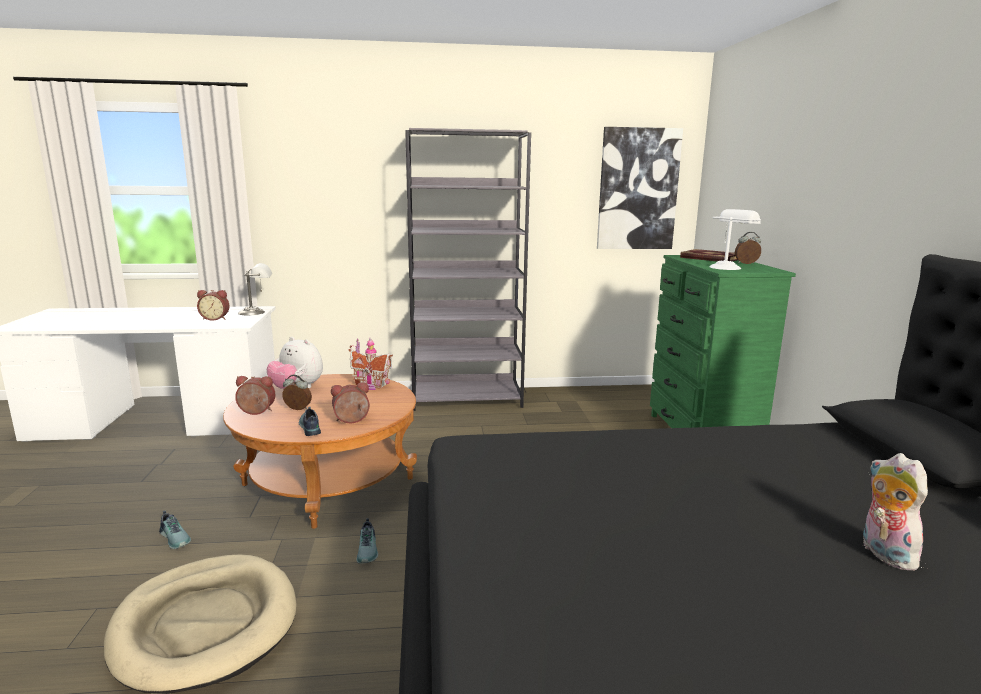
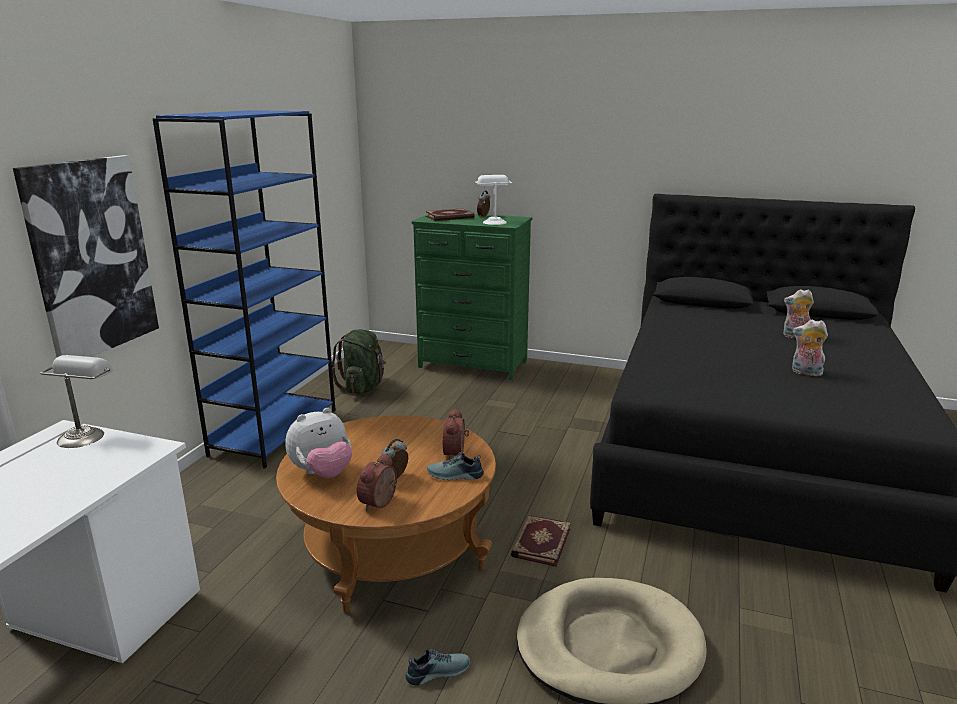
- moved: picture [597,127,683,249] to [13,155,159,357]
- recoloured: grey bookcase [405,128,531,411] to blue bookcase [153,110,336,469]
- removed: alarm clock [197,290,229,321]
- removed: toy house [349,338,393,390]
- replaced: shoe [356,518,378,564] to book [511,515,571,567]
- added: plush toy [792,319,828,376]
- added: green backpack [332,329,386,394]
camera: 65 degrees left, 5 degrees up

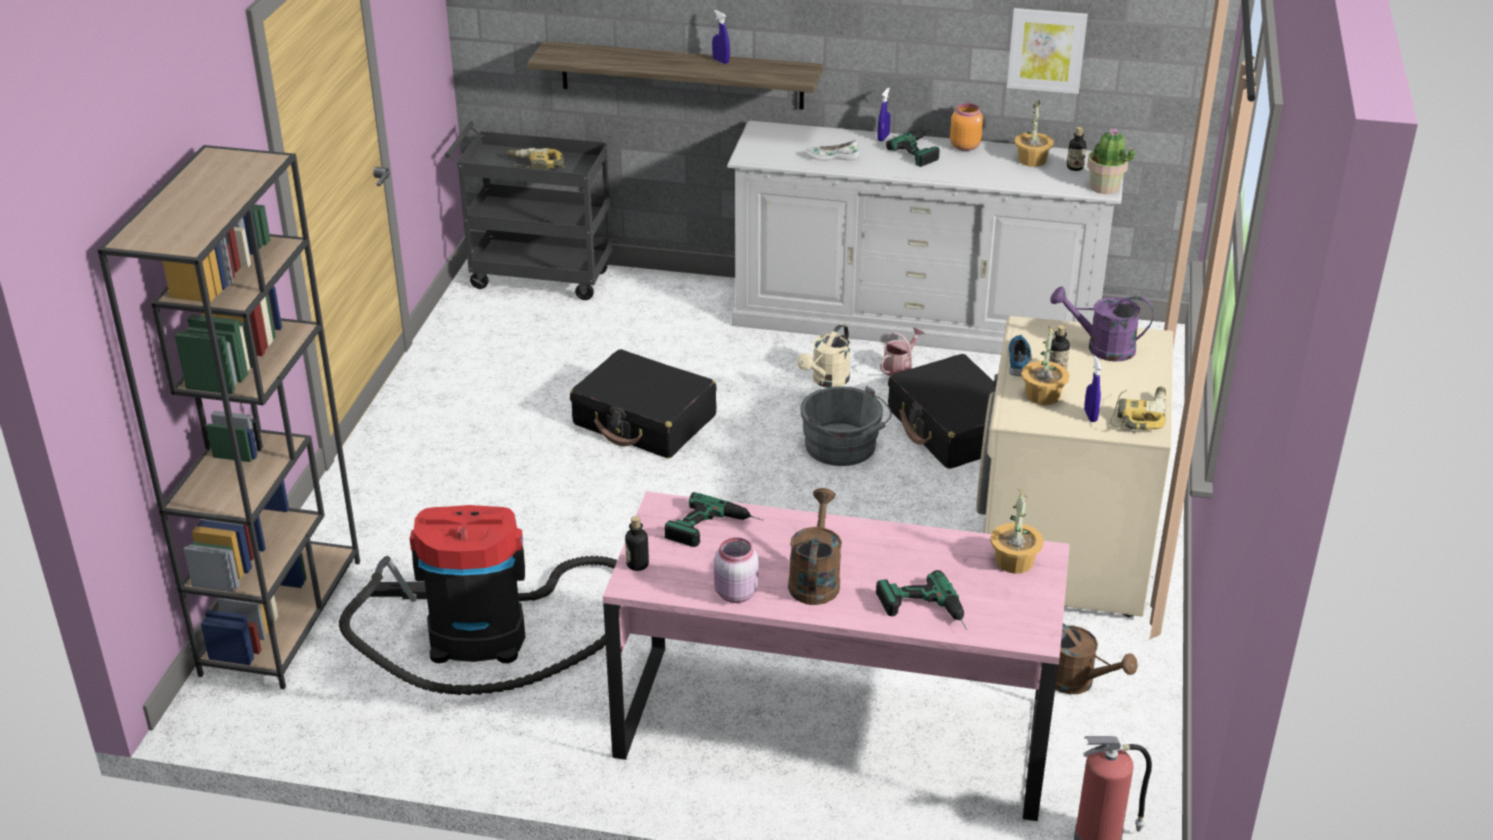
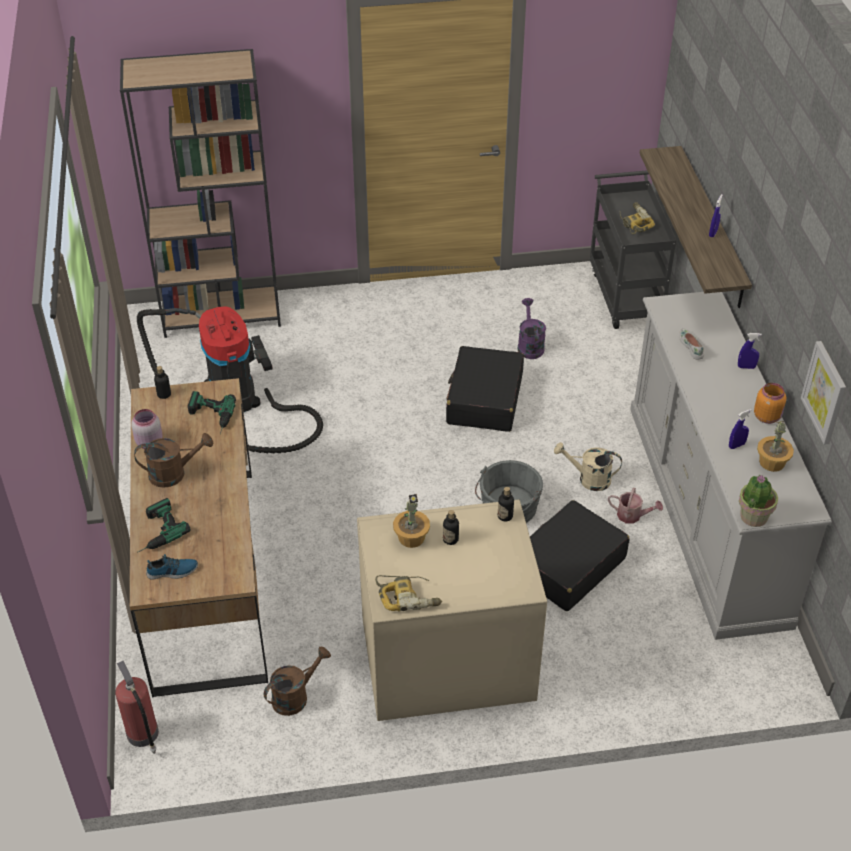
- moved: bottle [1067,127,1087,171] to [498,487,514,521]
- removed: power drill [886,129,940,167]
- moved: purple watering can [1050,286,1154,362] to [518,298,546,359]
- moved: shoe [1007,335,1032,376] to [146,554,198,580]
- moved: blue spray bottle [1084,356,1102,422] to [729,409,752,449]
- removed: potted plant [990,488,1044,574]
- recoloured: pink desk [603,491,1070,821] to brown desk [130,378,268,698]
- turned: brown watering can [1055,623,1138,694] = [264,646,331,716] 150 degrees counterclockwise
camera: 70 degrees right, 10 degrees up

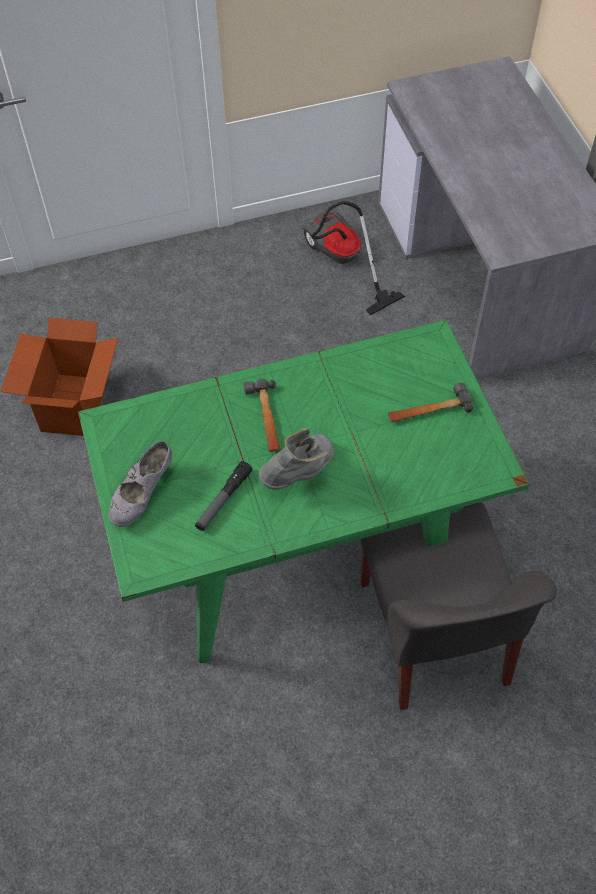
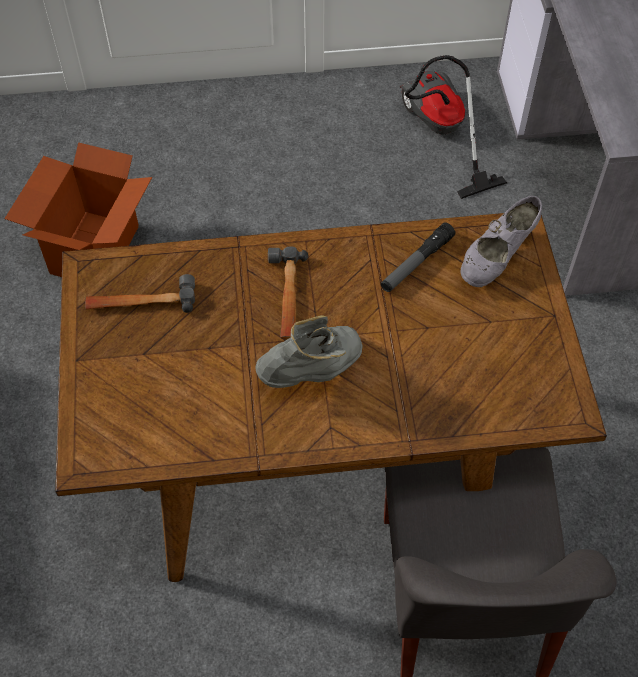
- recoloured: green dining table [78,320,530,663] to brown dining table [56,213,607,582]
- moved: hammer [388,383,473,422] to [85,274,195,313]
- moved: grey shoe [108,441,172,527] to [460,196,542,287]
- moved: flashlight [195,461,252,531] to [381,222,455,292]
camera: 10 degrees right, 0 degrees up

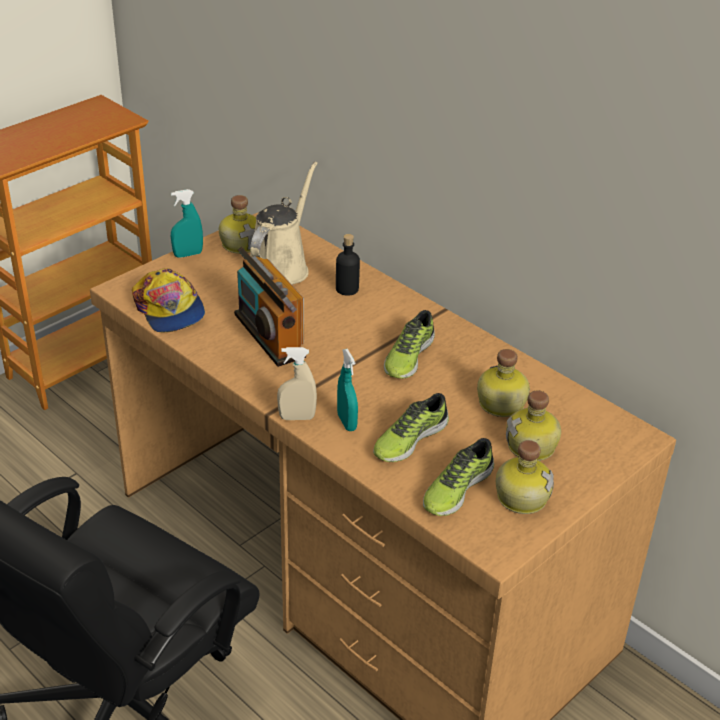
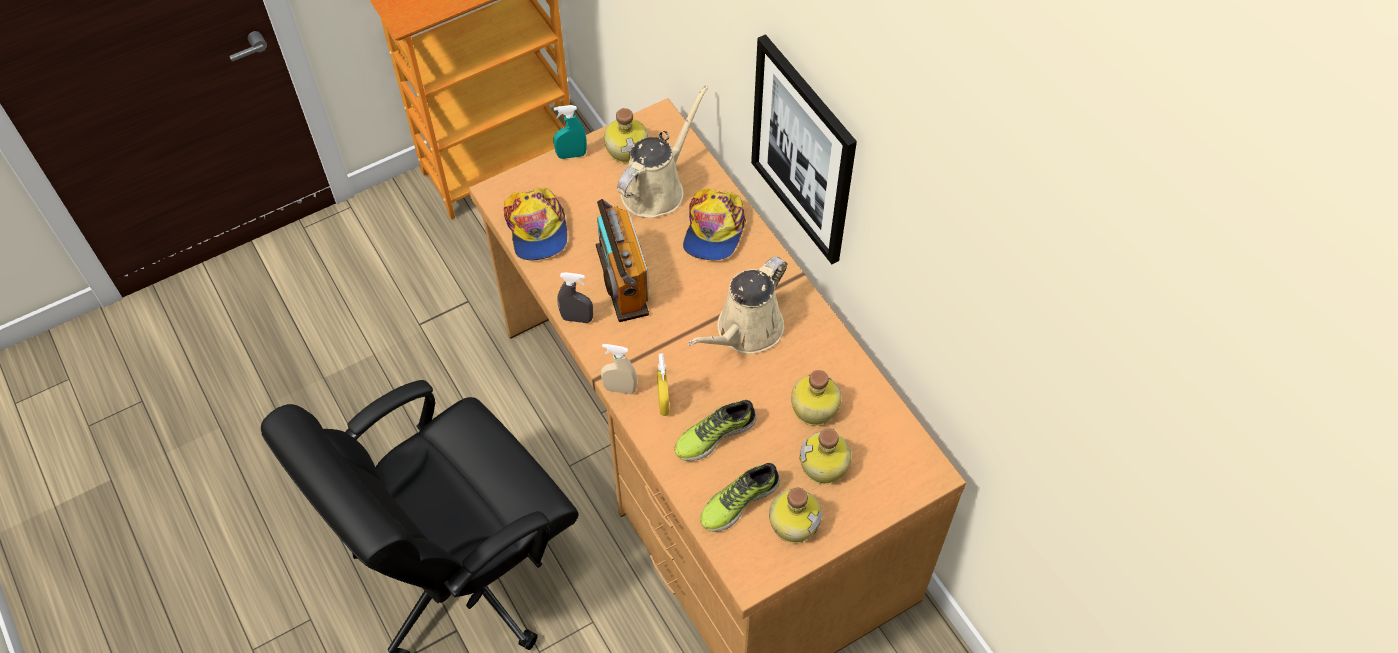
- replaced: black bottle [336,234,360,296] to cap [683,188,746,260]
- replaced: shoe [384,310,435,379] to beige watering can [688,256,787,354]
- recoloured: turquoise spray bottle [337,349,358,431] to yellow spray bottle [657,353,670,416]
- added: picture [751,34,857,264]
- added: grey spray bottle [557,272,593,323]
camera: 15 degrees right, 20 degrees up

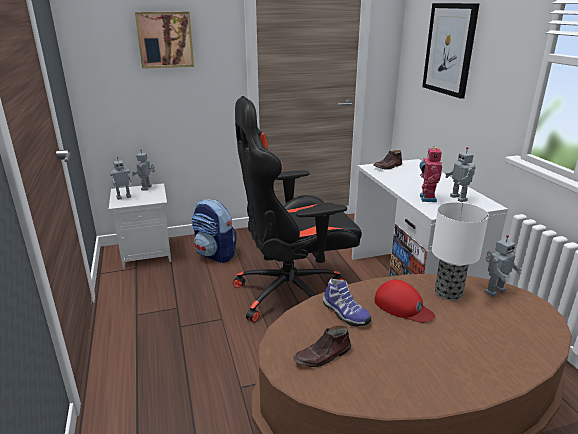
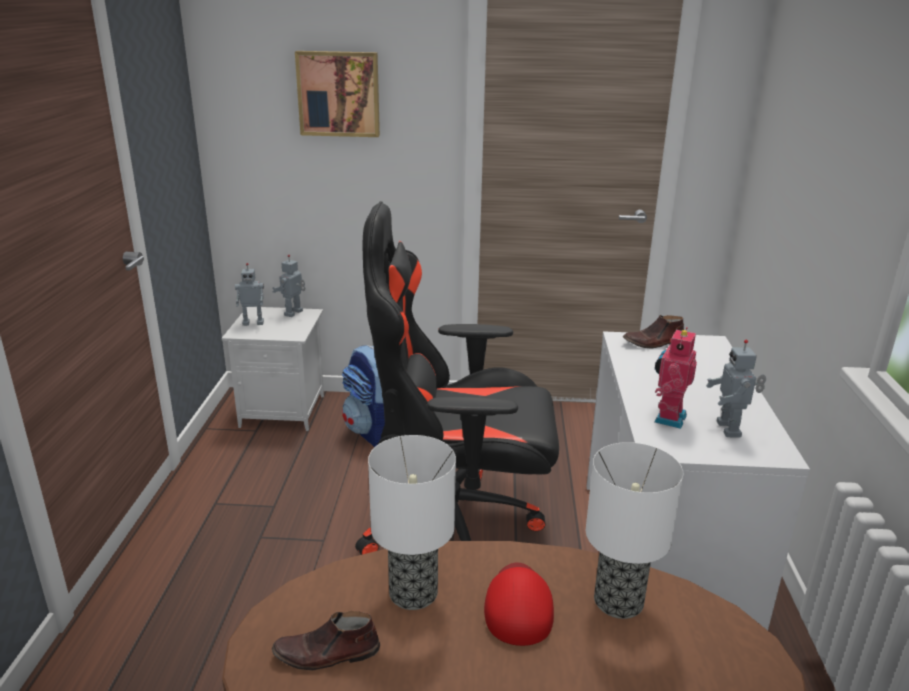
- removed: picture [422,3,480,99]
- removed: toy robot [485,235,522,297]
- replaced: shoe [323,279,371,326] to table lamp [368,435,456,610]
- turned: red cap [374,279,435,323] = [484,563,554,646] 150 degrees counterclockwise
camera: 20 degrees right, 0 degrees up

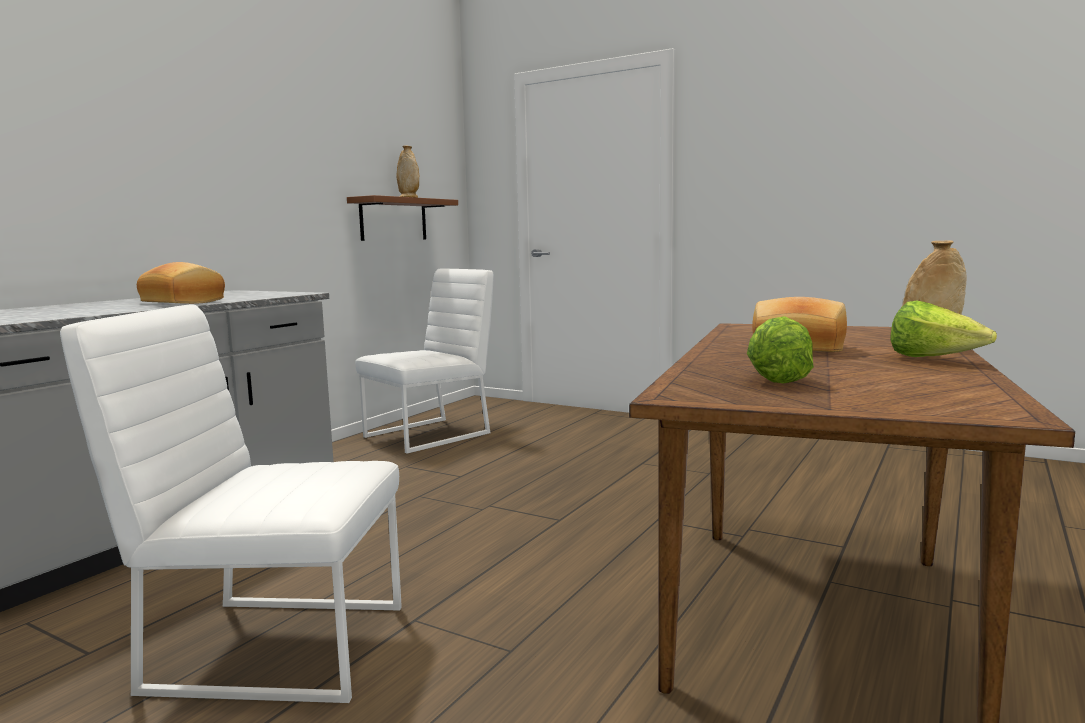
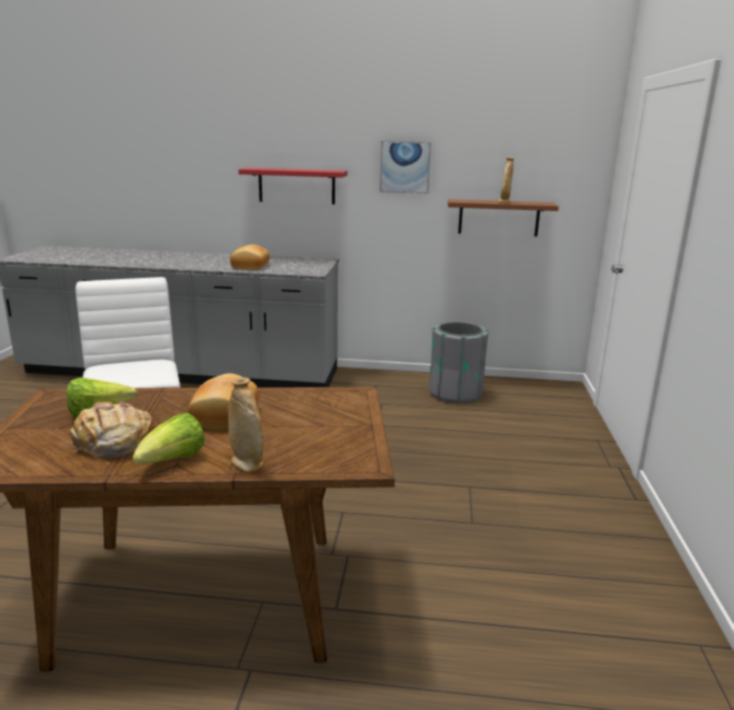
- replaced: white chair [355,268,494,454] to grey trash can [429,322,488,403]
- added: picture [380,141,431,194]
- added: red shelf [238,168,347,204]
- added: bread [70,401,154,458]
camera: 65 degrees right, 10 degrees up

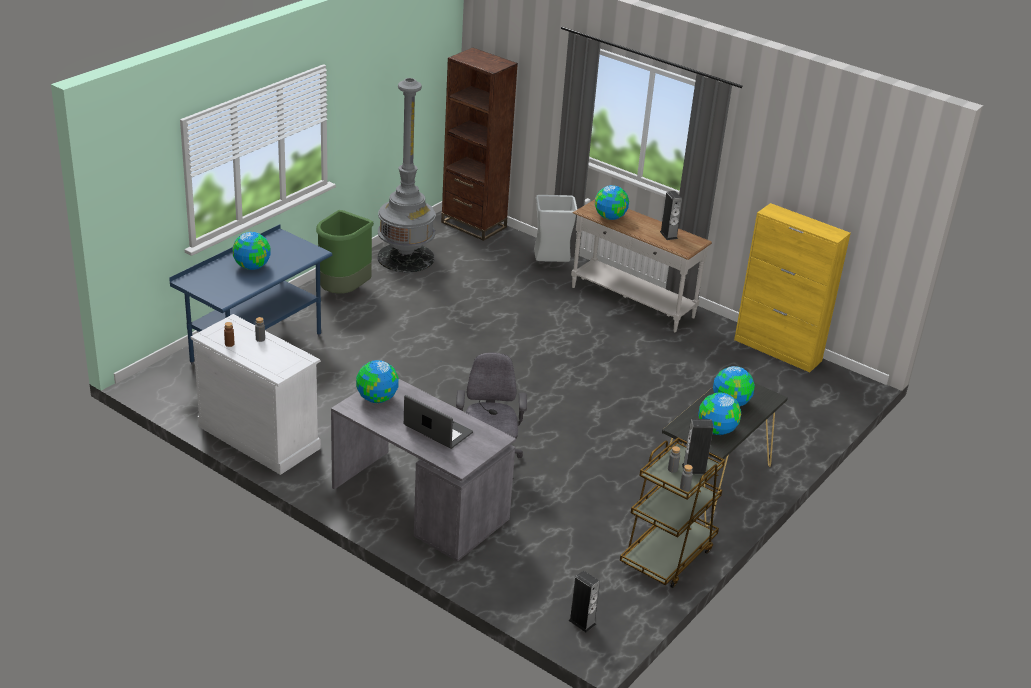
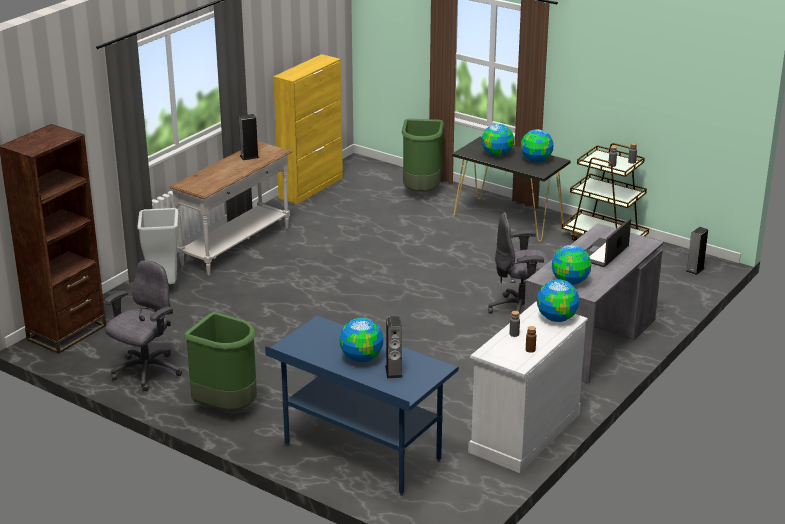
- replaced: grey floor lamp [377,78,436,272] to grey office chair [105,260,182,391]
- moved: globe [595,185,629,220] to [537,279,579,322]
- moved: speaker [682,419,713,474] to [385,316,403,379]
- added: green trash can [402,119,444,191]
camera: 90 degrees left, 5 degrees down

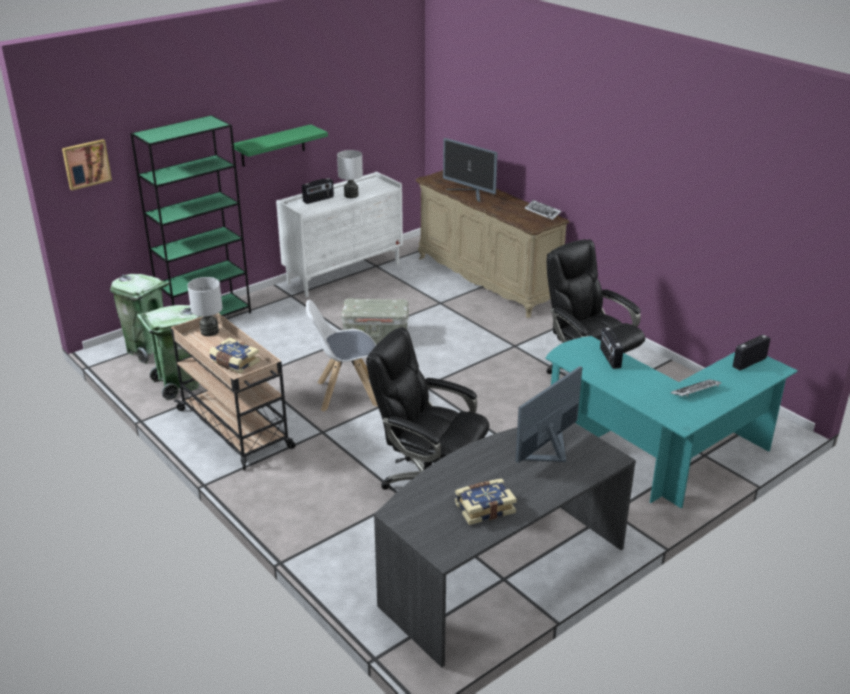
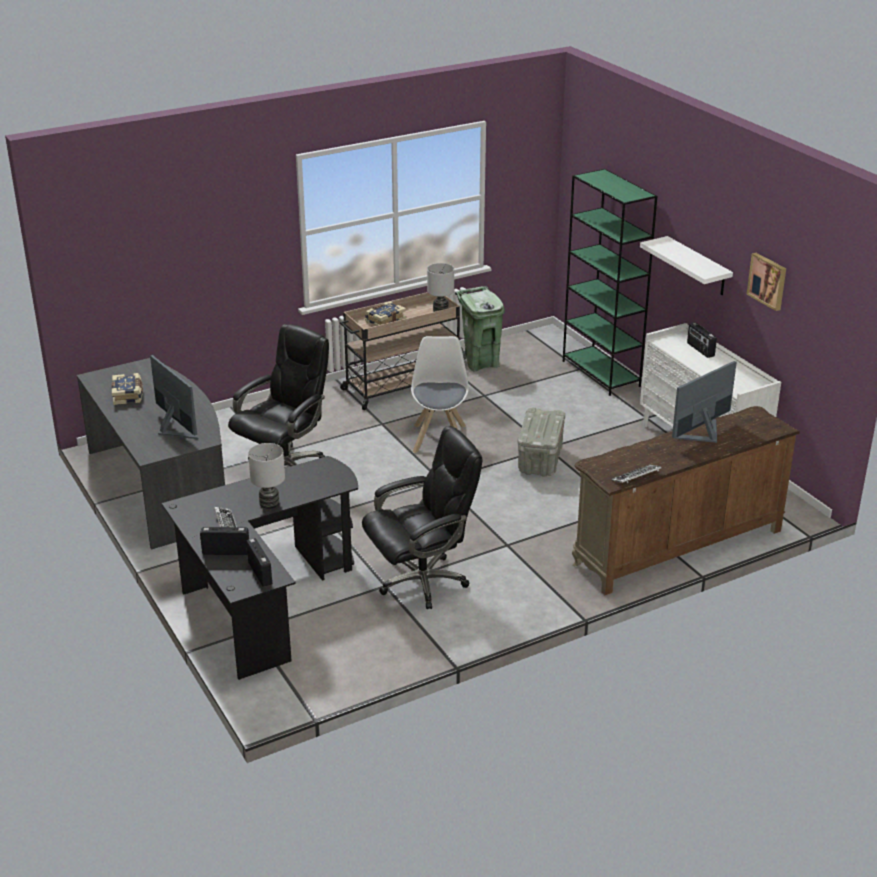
- recoloured: green shelf [231,124,328,167] to white shelf [640,236,733,295]
- moved: picture [62,139,112,190] to [747,253,786,311]
- moved: grey table lamp [337,150,363,198] to [248,443,285,509]
- removed: green trash can [110,274,170,364]
- moved: radio [600,327,624,369] to [200,527,249,555]
- recoloured: turquoise desk [546,336,798,508] to black desk [162,456,358,680]
camera: 100 degrees right, 0 degrees up

